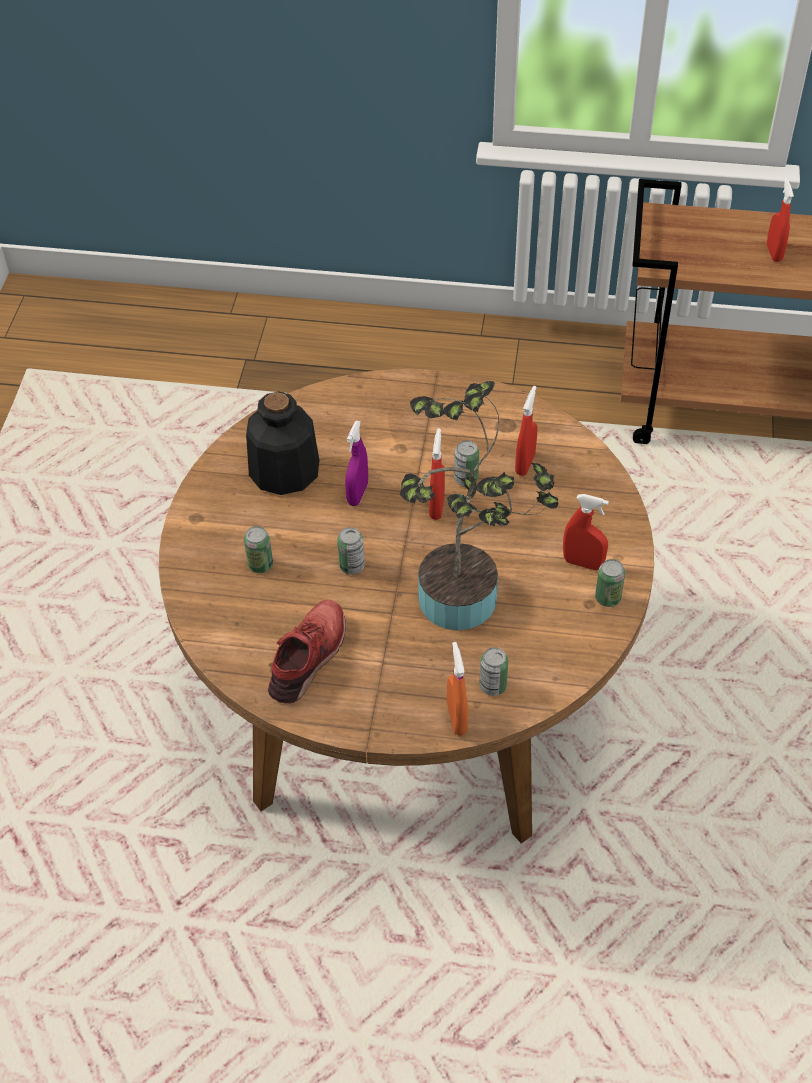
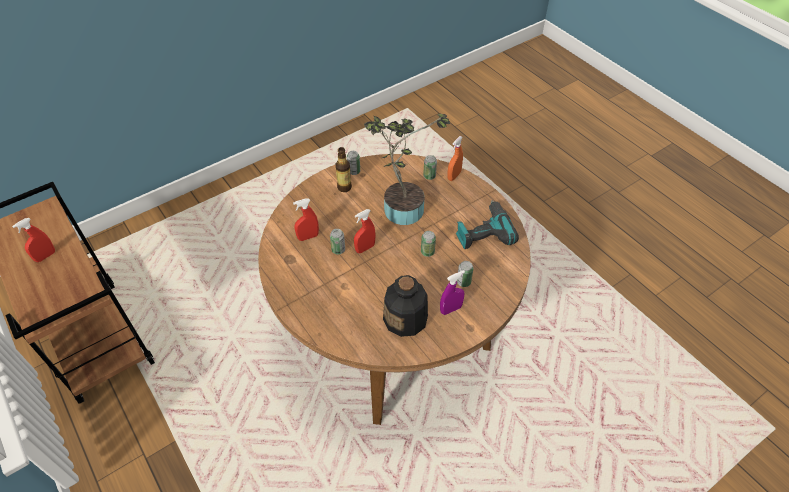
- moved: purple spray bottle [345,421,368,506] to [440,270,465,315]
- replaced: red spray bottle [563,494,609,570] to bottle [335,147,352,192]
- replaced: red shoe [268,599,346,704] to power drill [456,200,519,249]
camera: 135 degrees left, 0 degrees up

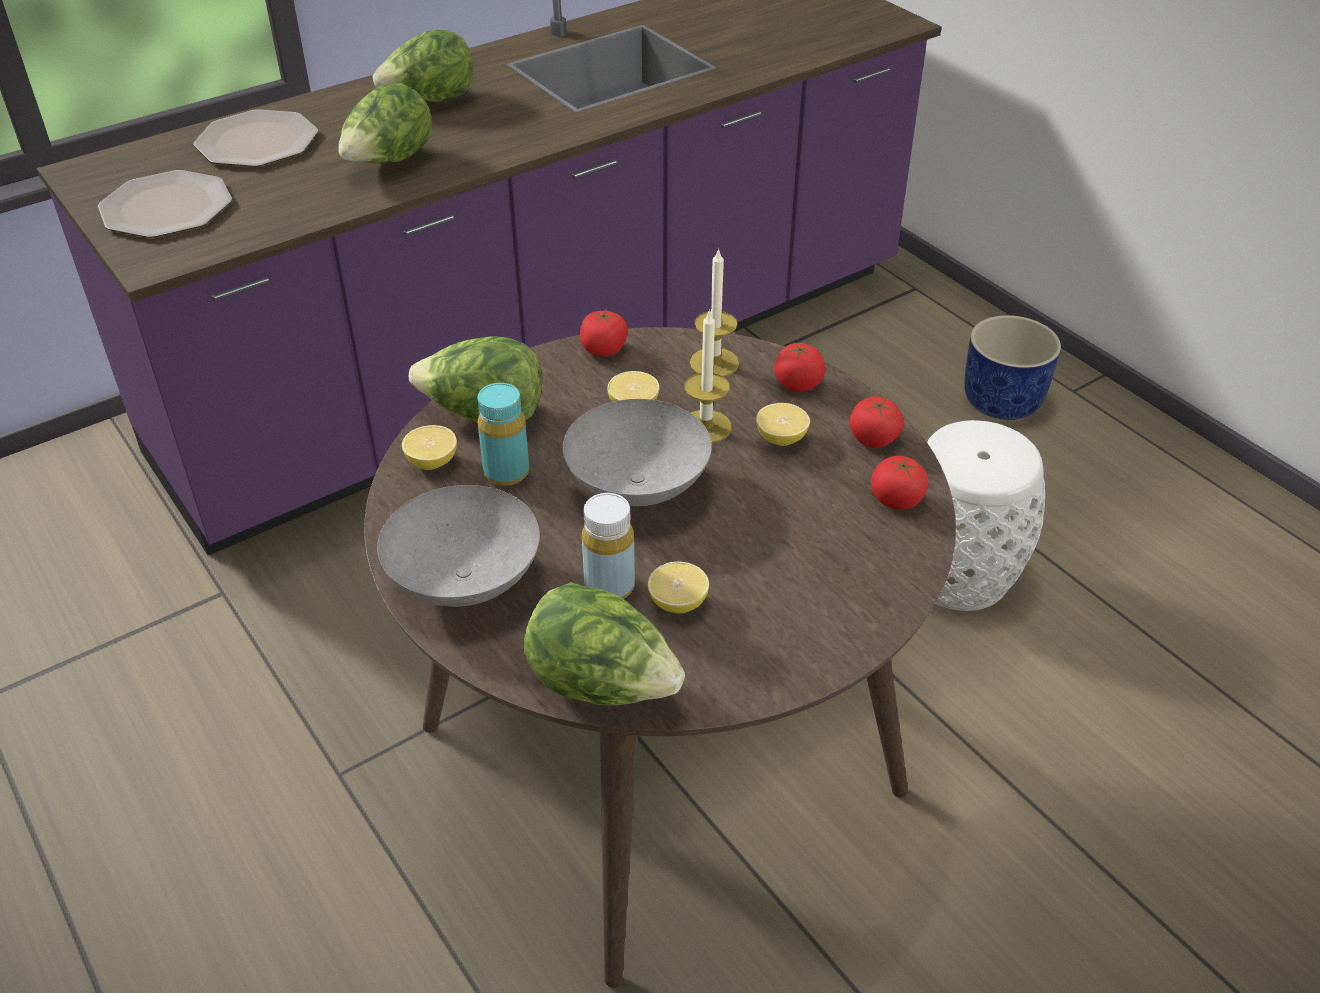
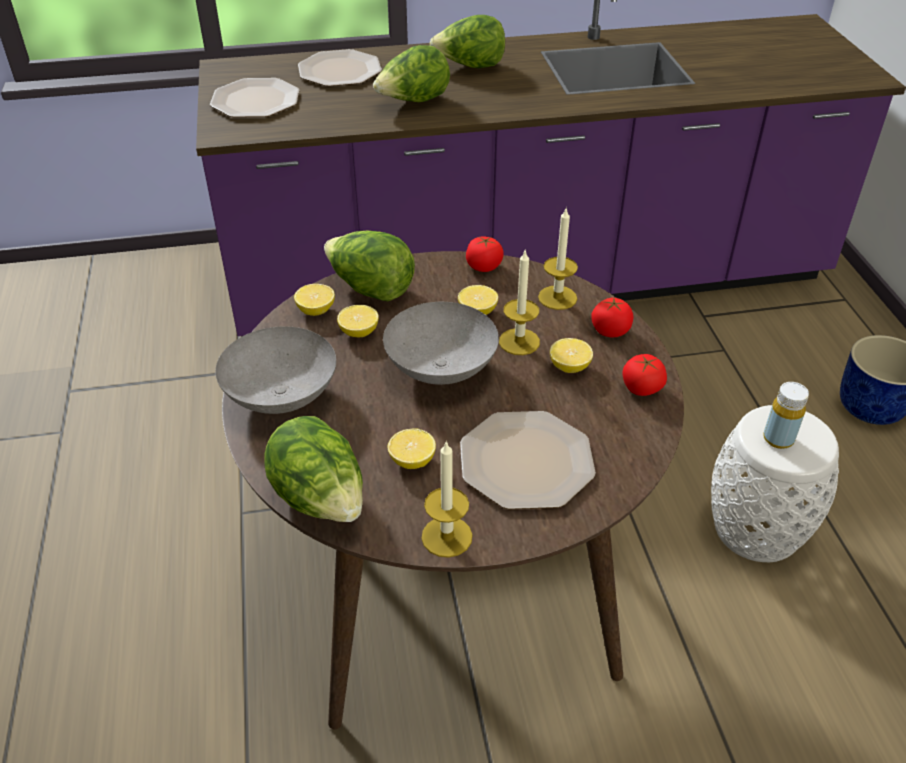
- replaced: turquoise bottle [477,383,529,486] to lemon [337,305,379,337]
- removed: tomato [871,456,928,510]
- moved: yellow bottle [582,493,635,599] to [763,382,809,449]
- added: plate [460,411,596,509]
- added: candle [421,441,473,558]
camera: 25 degrees right, 0 degrees up

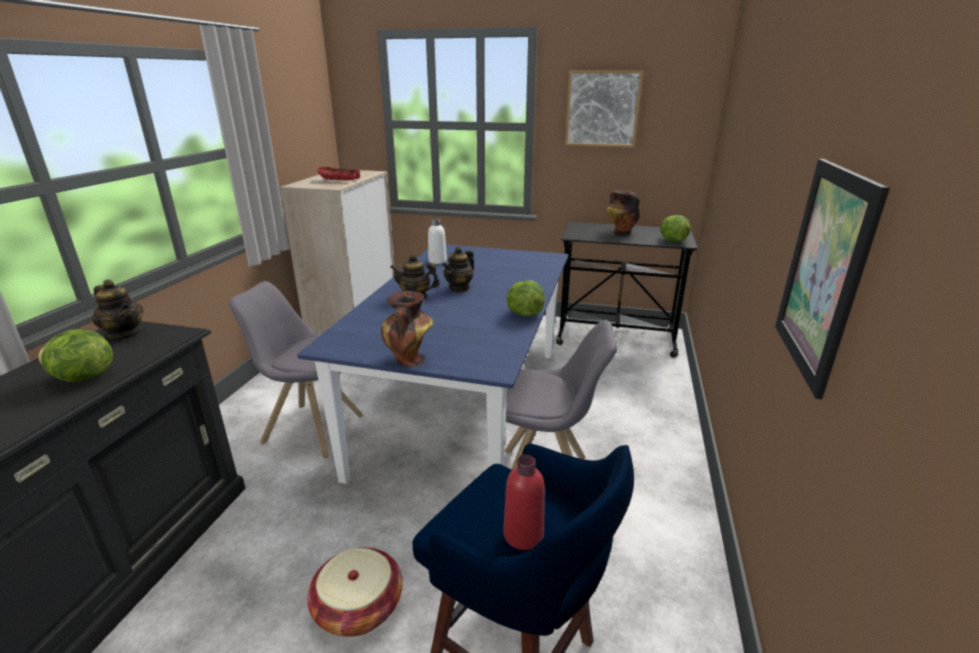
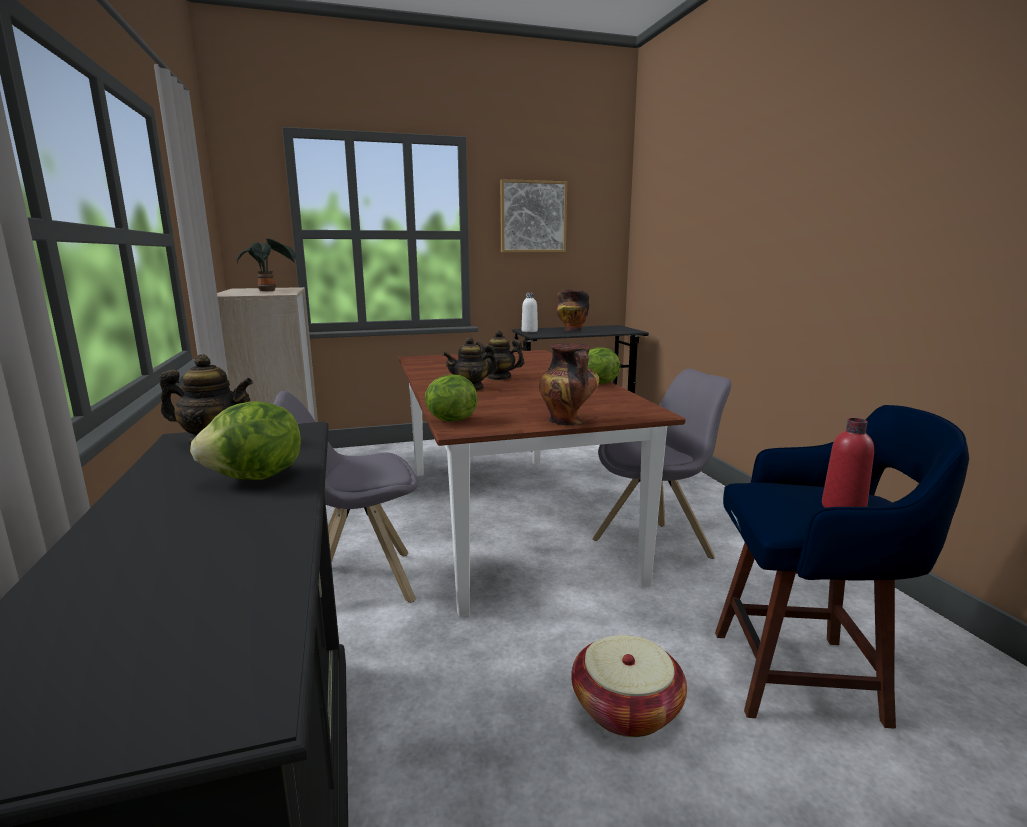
- removed: picture [775,159,890,399]
- replaced: red bowl [318,167,360,181] to potted plant [237,238,296,291]
- moved: lettuce [660,215,691,242] to [425,375,478,421]
- moved: white bottle [428,218,447,264] to [522,293,538,332]
- recoloured: blue dining table [297,244,568,484] to brown dining table [399,350,686,617]
- turned: teapot [442,246,474,292] = [476,330,525,380] 105 degrees clockwise
camera: 30 degrees left, 10 degrees down

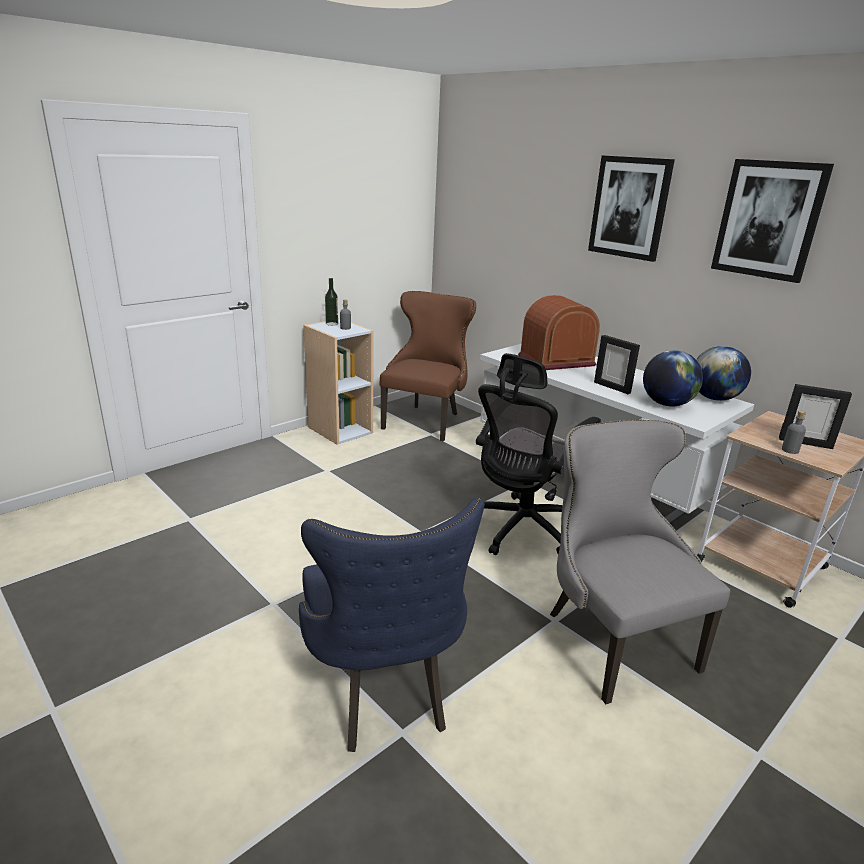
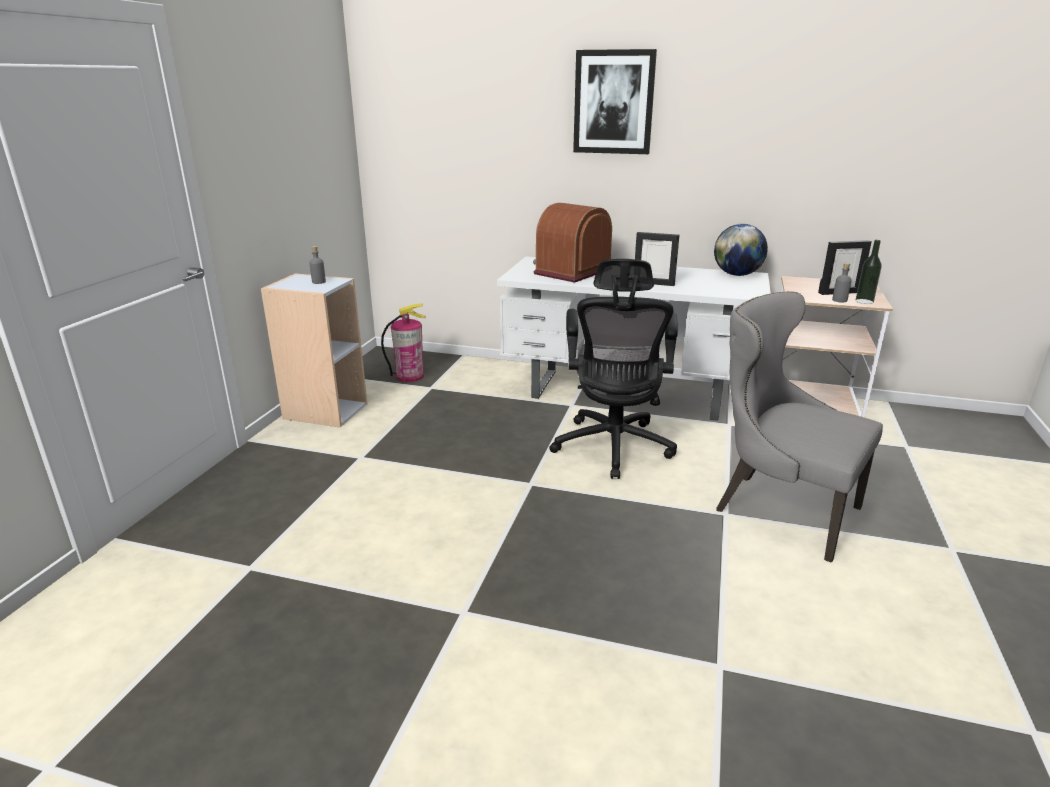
- removed: picture [711,159,834,283]
- moved: bottle [325,278,338,326] to [856,240,882,304]
- replaced: brown chair [380,291,476,441] to fire extinguisher [381,304,426,382]
- removed: globe [643,350,703,406]
- removed: blue chair [299,498,485,752]
camera: 30 degrees left, 0 degrees up

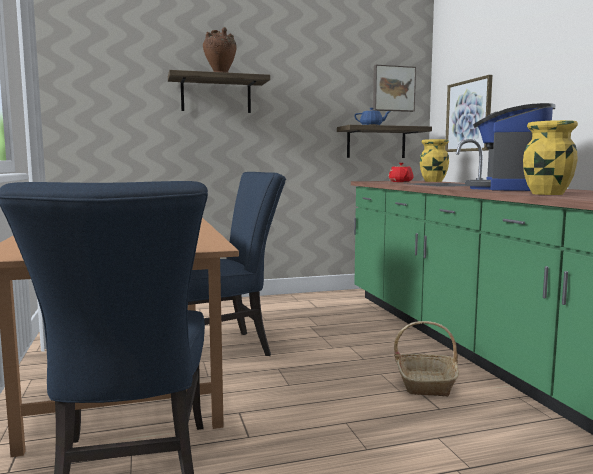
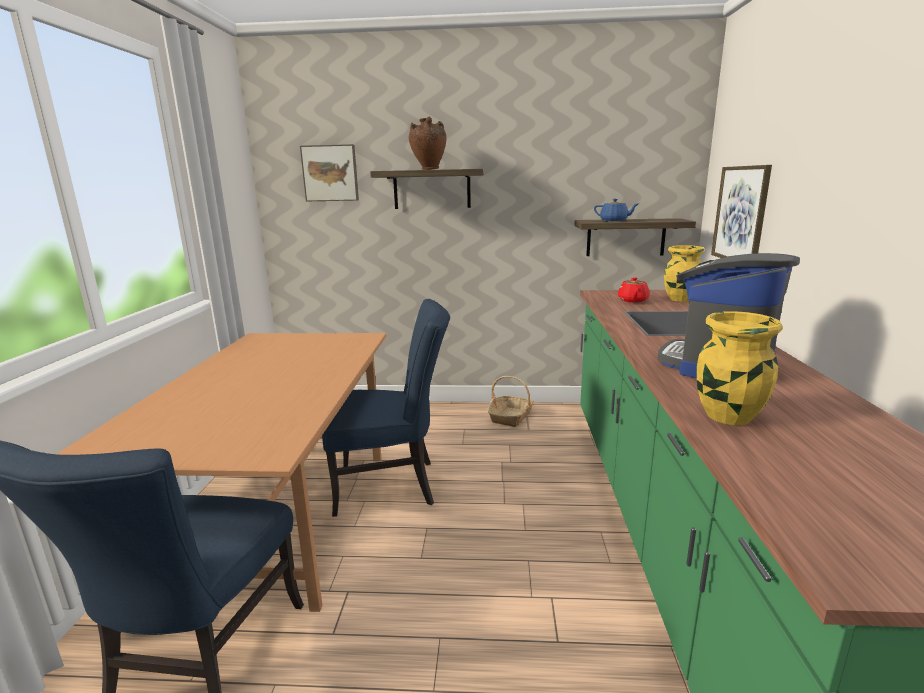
- moved: picture [373,65,416,112] to [300,144,359,201]
- moved: basket [394,321,459,397] to [487,376,534,427]
camera: 20 degrees right, 10 degrees up

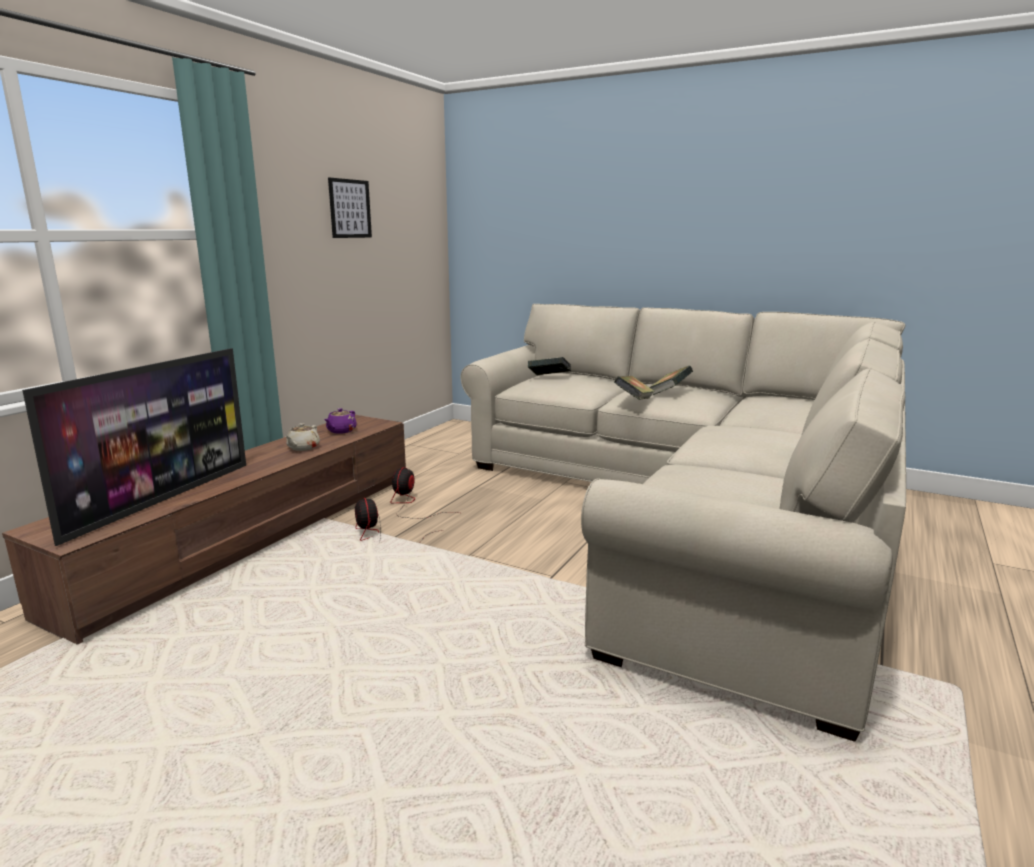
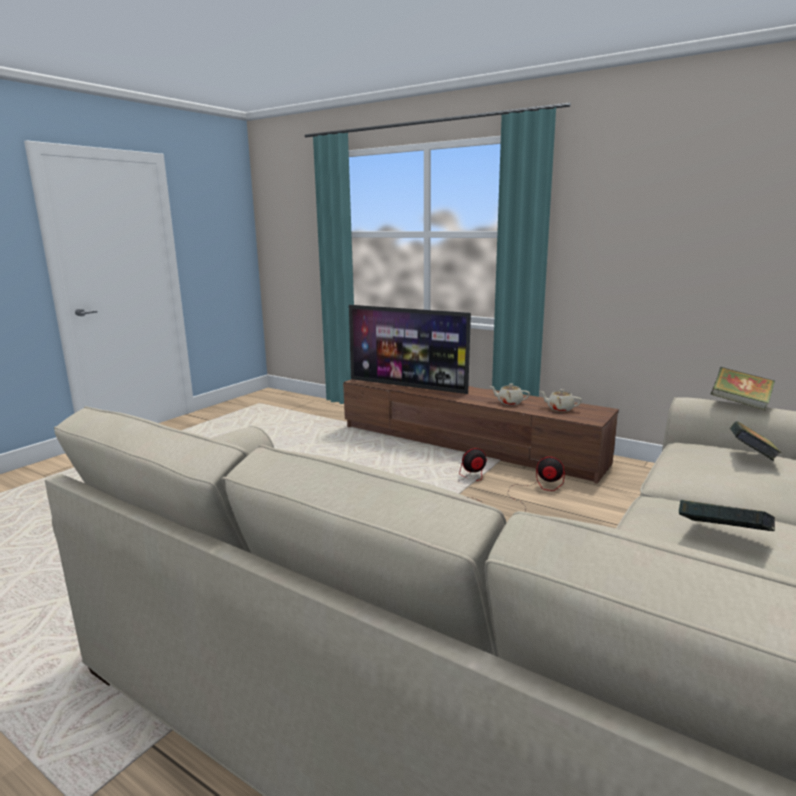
- removed: picture [328,178,372,238]
- moved: book [614,376,655,400] to [711,367,775,410]
- recoloured: purple teapot [324,408,357,434] to beige teapot [540,389,582,412]
camera: 95 degrees right, 0 degrees up

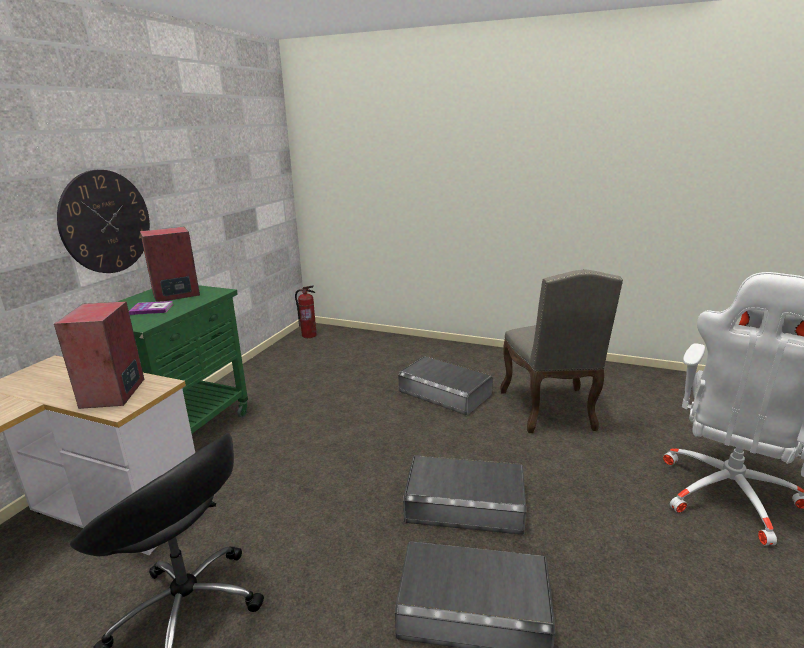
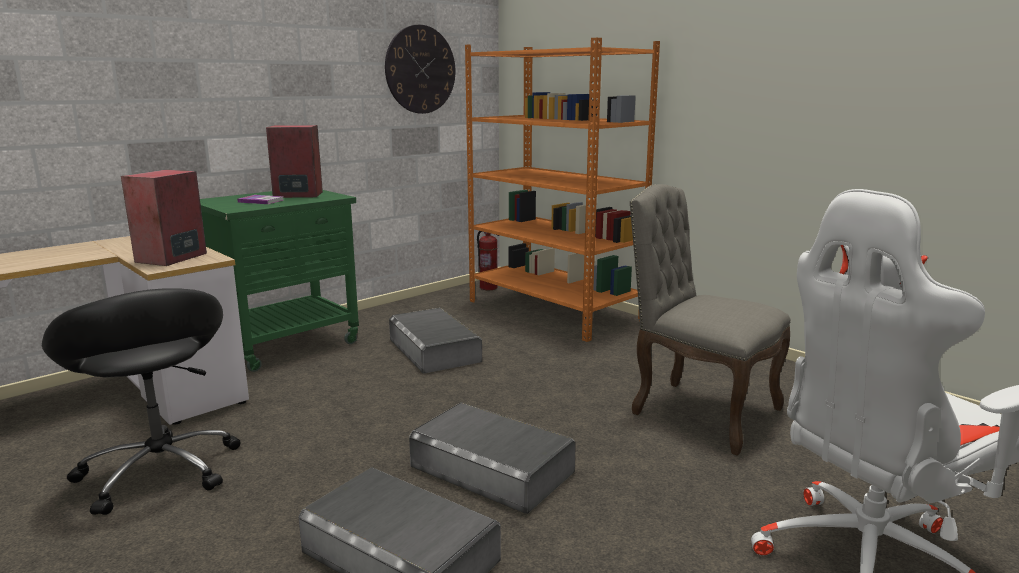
- moved: wall clock [57,170,150,273] to [385,25,455,114]
- turned: grey chair [501,269,623,433] = [630,184,790,456] 105 degrees clockwise
- moved: grey storage box [398,356,493,415] to [389,308,482,373]
- added: orange bookcase [465,38,660,342]
camera: 25 degrees right, 5 degrees down

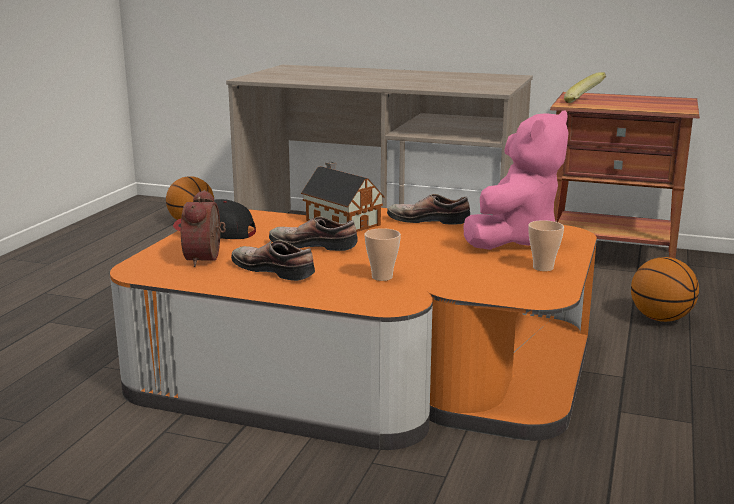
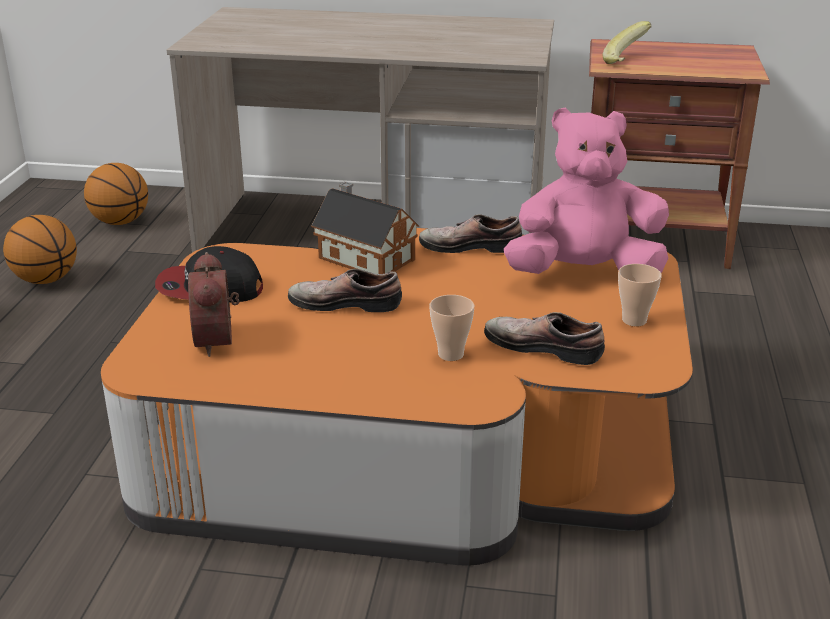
- turned: pink plush toy [463,111,569,250] = [504,108,669,274] 120 degrees counterclockwise
- moved: shoe [231,240,315,281] to [484,312,605,365]
- moved: basketball [631,257,699,322] to [3,215,77,284]
camera: 10 degrees left, 10 degrees up

